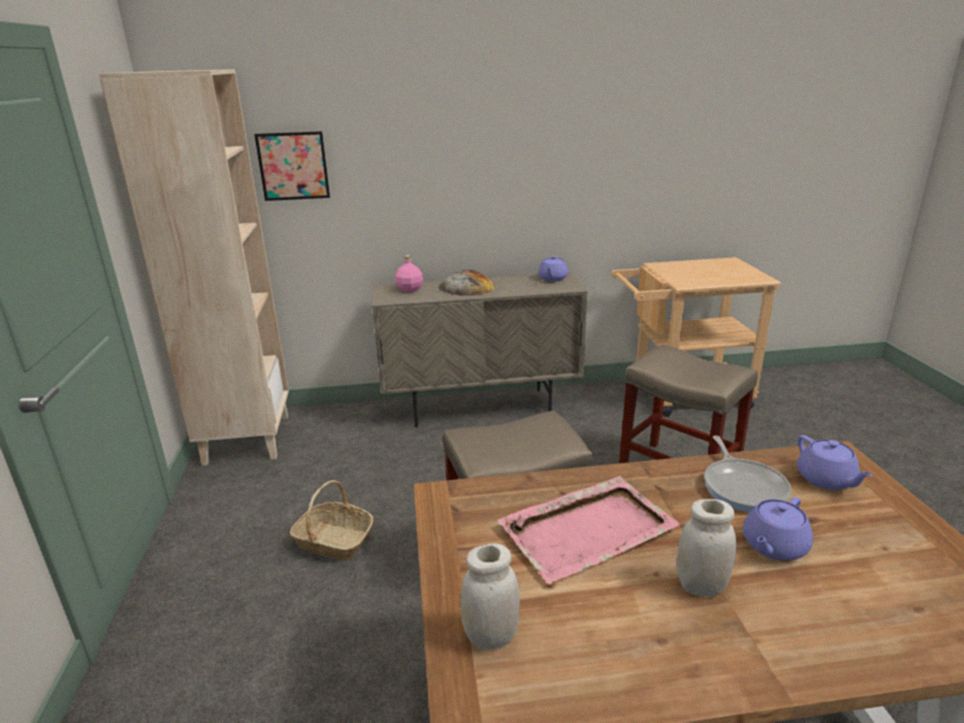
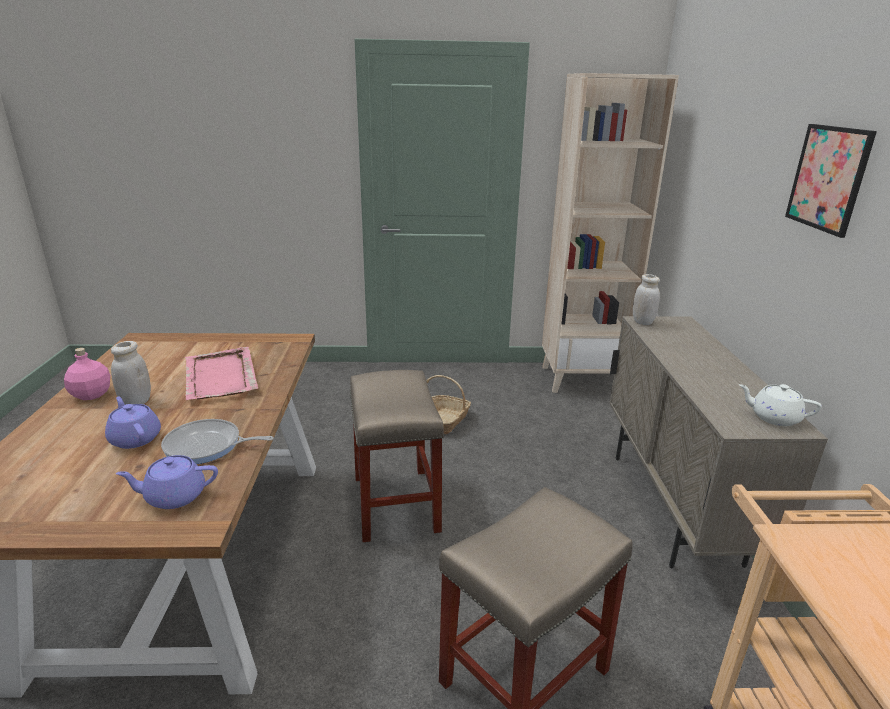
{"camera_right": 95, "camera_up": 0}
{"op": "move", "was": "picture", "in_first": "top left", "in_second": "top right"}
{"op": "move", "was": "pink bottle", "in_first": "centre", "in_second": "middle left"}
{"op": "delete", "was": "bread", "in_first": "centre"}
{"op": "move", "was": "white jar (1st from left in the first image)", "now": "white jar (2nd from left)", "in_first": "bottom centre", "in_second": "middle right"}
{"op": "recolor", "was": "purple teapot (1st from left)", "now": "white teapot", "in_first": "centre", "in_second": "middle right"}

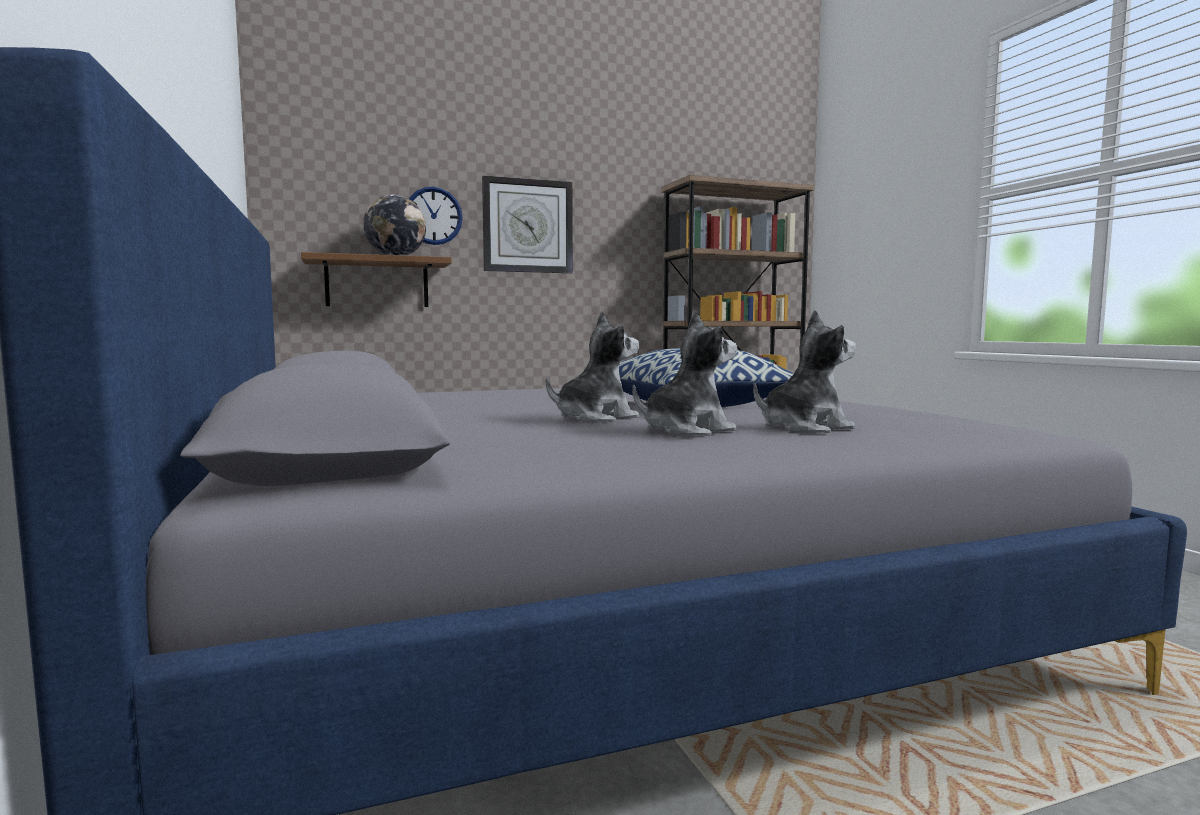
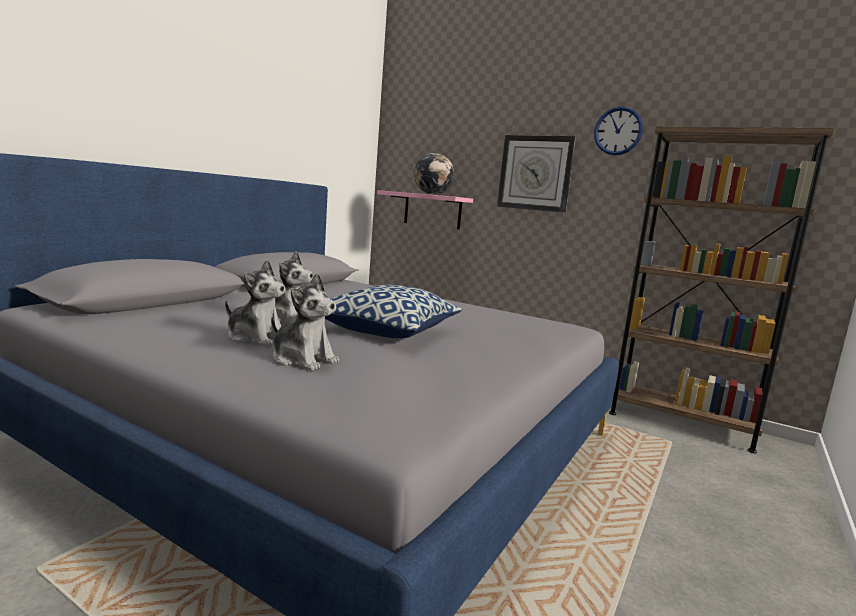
{"camera_right": 50, "camera_up": 5}
{"op": "recolor", "was": "brown shelf", "now": "pink shelf", "in_first": "middle left", "in_second": "centre"}
{"op": "move", "was": "wall clock (1st from left in the first image)", "now": "wall clock (2nd from left)", "in_first": "top centre", "in_second": "top right"}

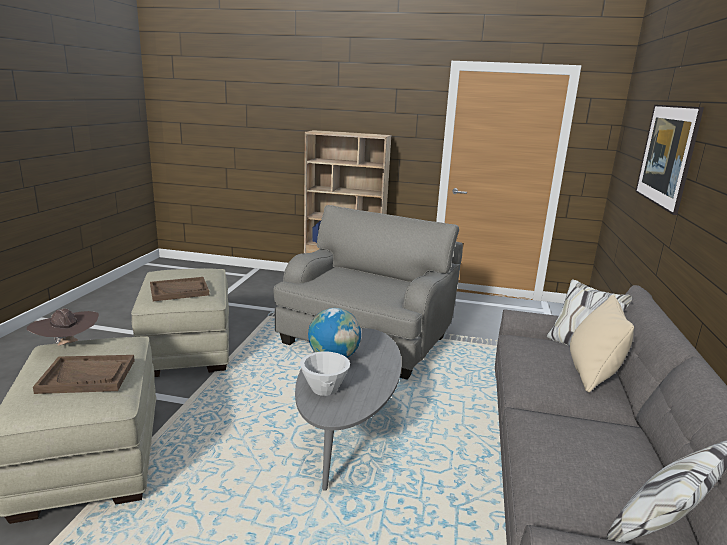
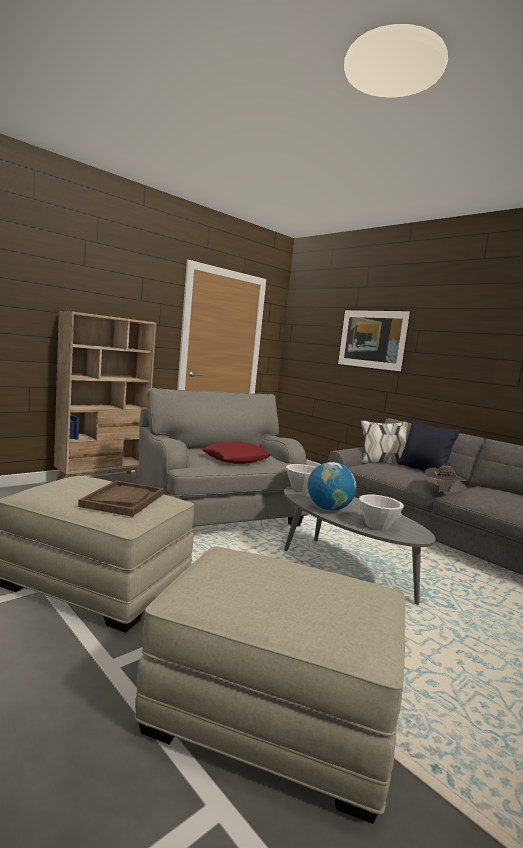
{"camera_right": -55, "camera_up": -10}
{"op": "move", "was": "brown hat", "in_first": "middle left", "in_second": "middle right"}
{"op": "delete", "was": "brown tray (1st from left)", "in_first": "bottom left"}
{"op": "recolor", "was": "beige pillow", "now": "black pillow", "in_first": "middle right", "in_second": "middle right"}
{"op": "insert", "now": "red pillow", "in_second": "centre"}
{"op": "insert", "now": "white bowl (1st from left)", "in_second": "centre"}

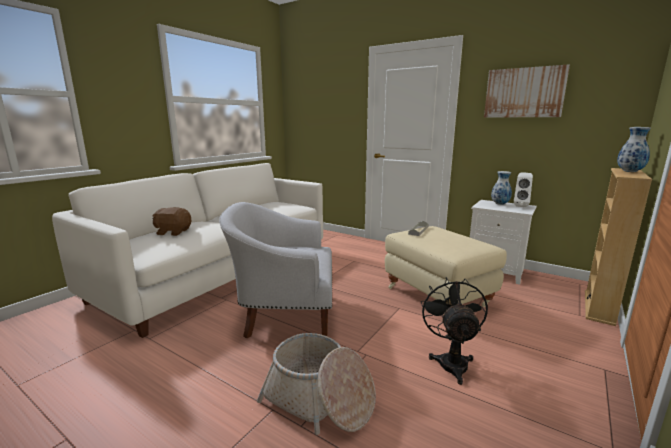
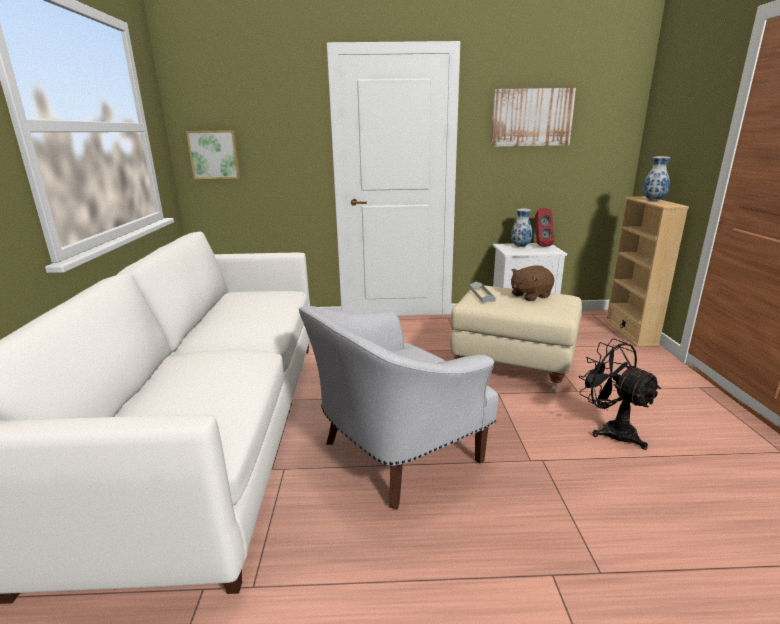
{"camera_right": -35, "camera_up": 5}
{"op": "move", "was": "brown plush toy", "in_first": "middle left", "in_second": "middle right"}
{"op": "delete", "was": "basket", "in_first": "bottom centre"}
{"op": "recolor", "was": "white speaker", "now": "red speaker", "in_first": "middle right", "in_second": "middle right"}
{"op": "insert", "now": "picture (1st from left)", "in_second": "top left"}

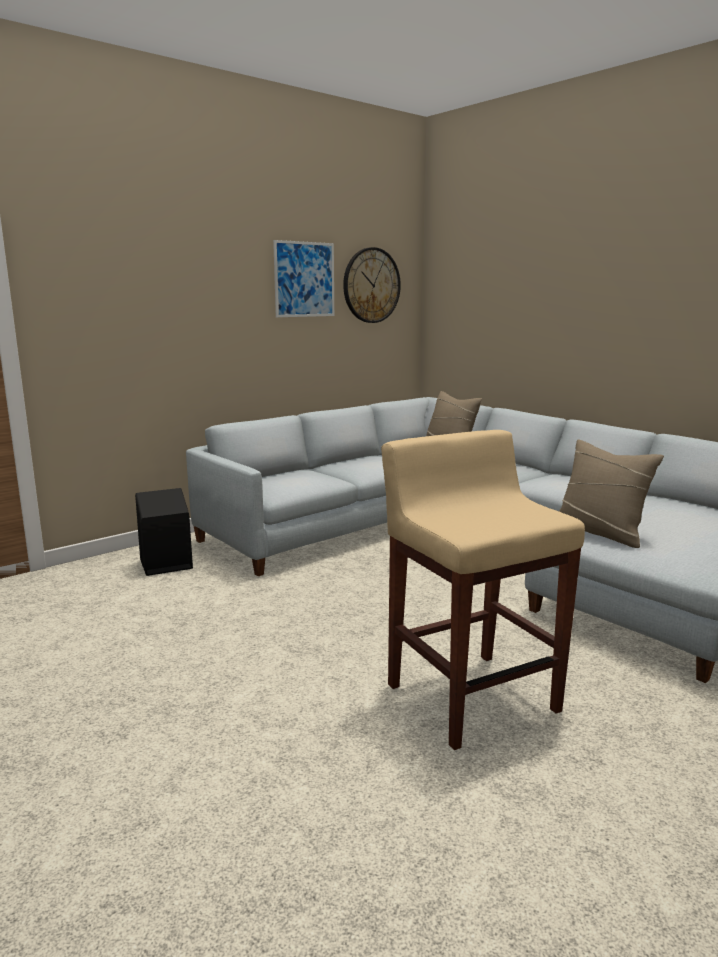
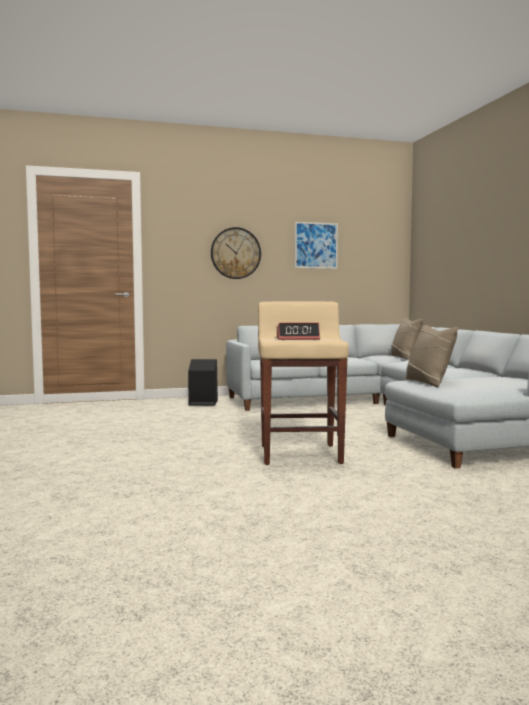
{"camera_right": 25, "camera_up": -10}
{"op": "move", "was": "wall clock", "in_first": "top centre", "in_second": "centre"}
{"op": "insert", "now": "alarm clock", "in_second": "centre"}

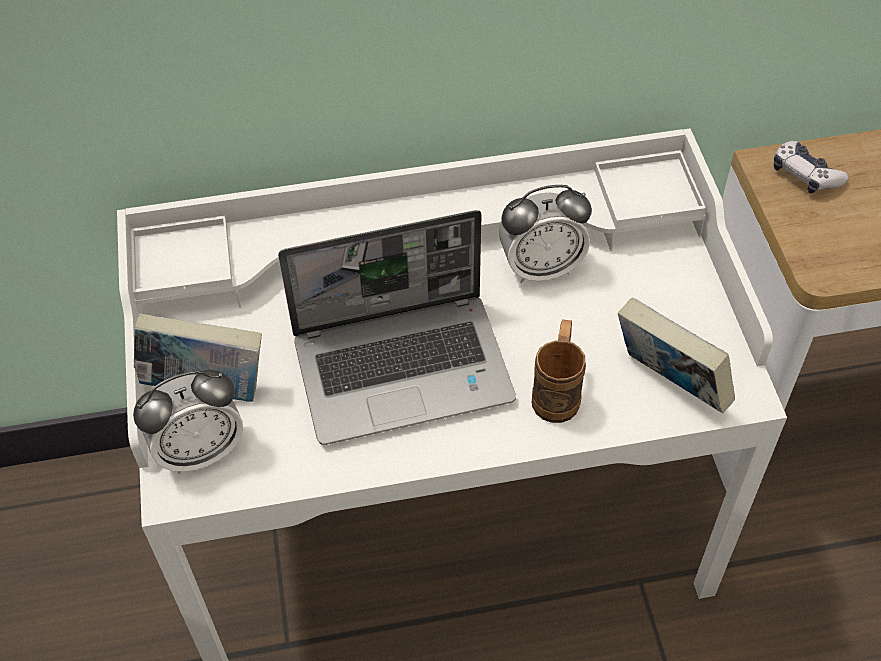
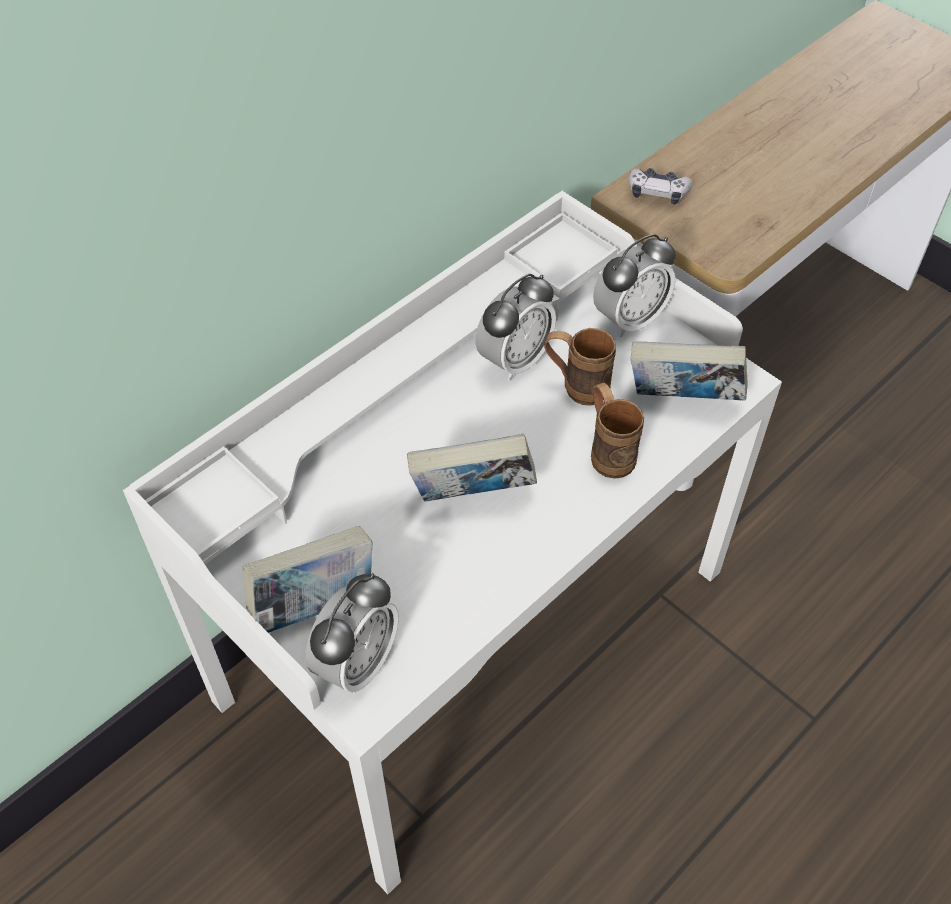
{"camera_right": -35, "camera_up": 0}
{"op": "replace", "was": "laptop", "now": "book (2nd from left)", "in_first": "centre", "in_second": "centre"}
{"op": "insert", "now": "brown mug (1st from left)", "in_second": "centre"}
{"op": "insert", "now": "alarm clock (3rd from left)", "in_second": "top right"}

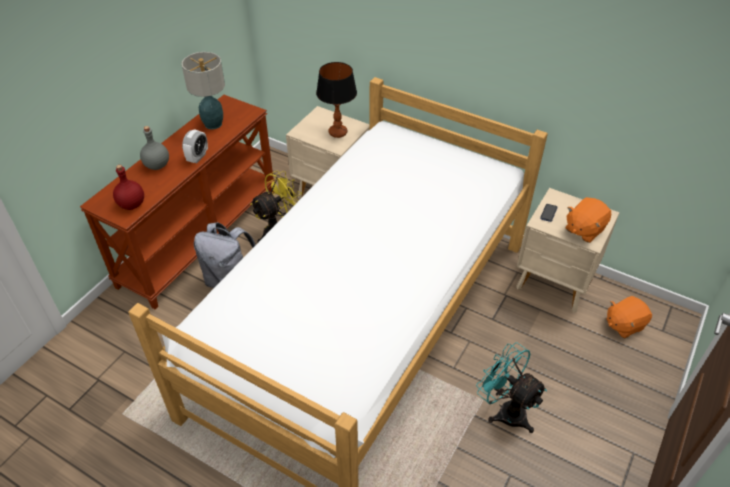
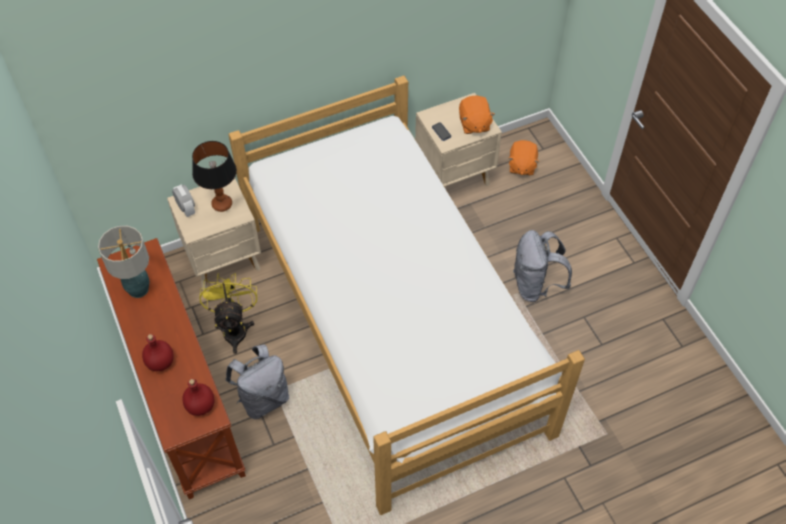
{"camera_right": -55, "camera_up": 10}
{"op": "recolor", "was": "grey bottle", "now": "red bottle (1st from left)", "in_first": "top left", "in_second": "bottom left"}
{"op": "move", "was": "alarm clock", "in_first": "top left", "in_second": "middle left"}
{"op": "replace", "was": "turquoise fan", "now": "grey backpack (2nd from left)", "in_first": "bottom right", "in_second": "middle right"}

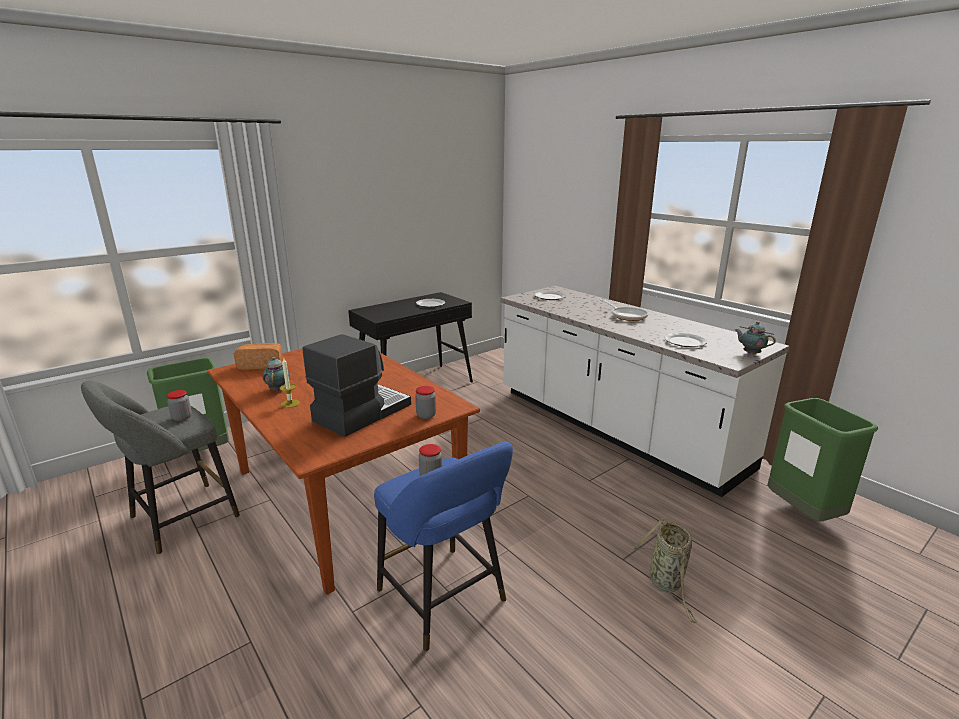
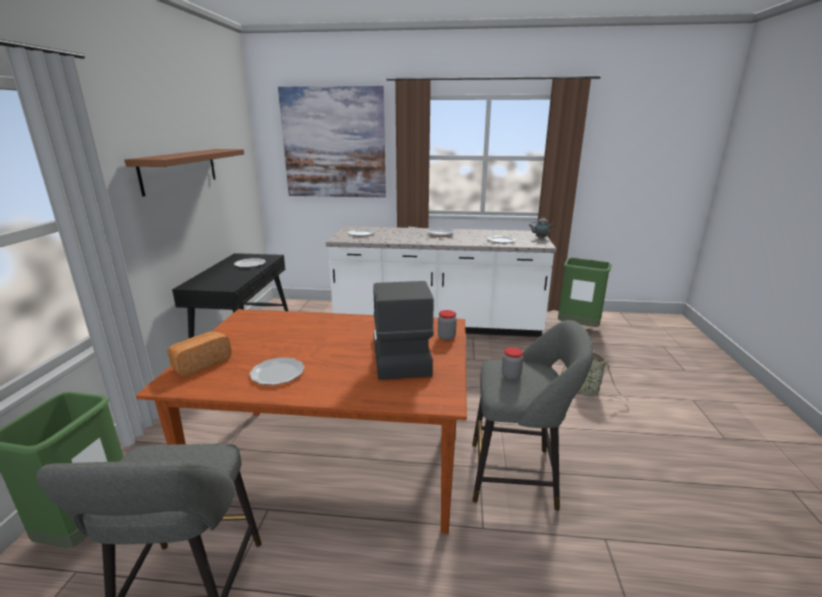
{"camera_right": -45, "camera_up": 0}
{"op": "delete", "was": "jar (1st from left)", "in_first": "middle left"}
{"op": "replace", "was": "teapot (1st from left)", "now": "plate (2nd from left)", "in_first": "middle left", "in_second": "centre"}
{"op": "delete", "was": "candle", "in_first": "middle left"}
{"op": "recolor", "was": "blue stool", "now": "grey stool (2nd from left)", "in_first": "bottom centre", "in_second": "bottom centre"}
{"op": "insert", "now": "brown shelf", "in_second": "top left"}
{"op": "insert", "now": "picture", "in_second": "top centre"}

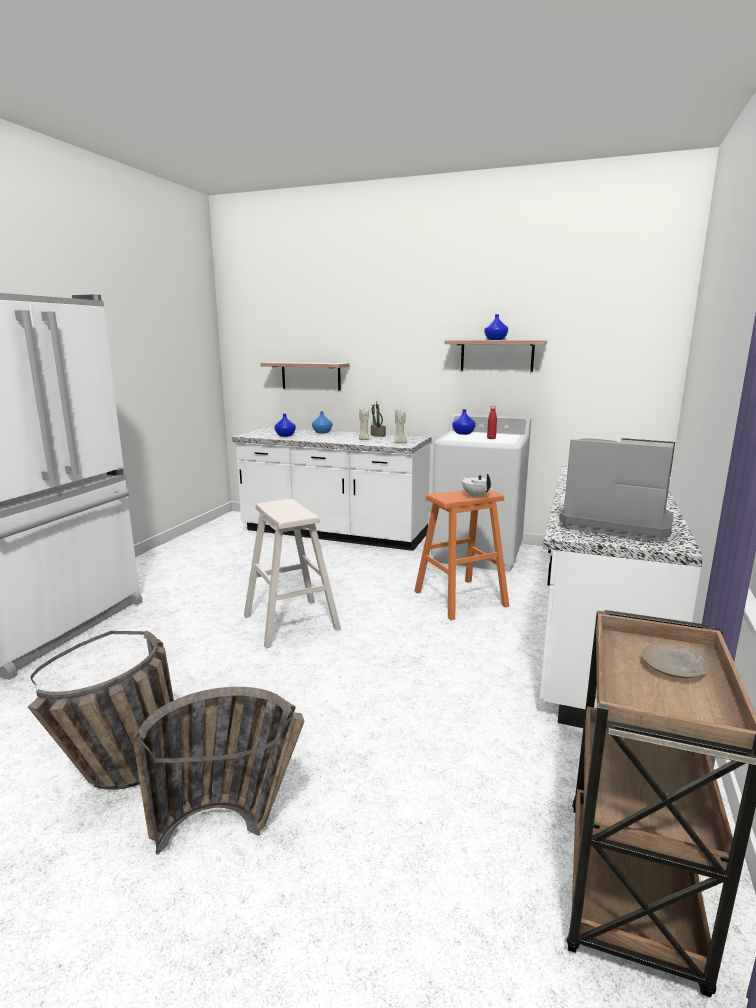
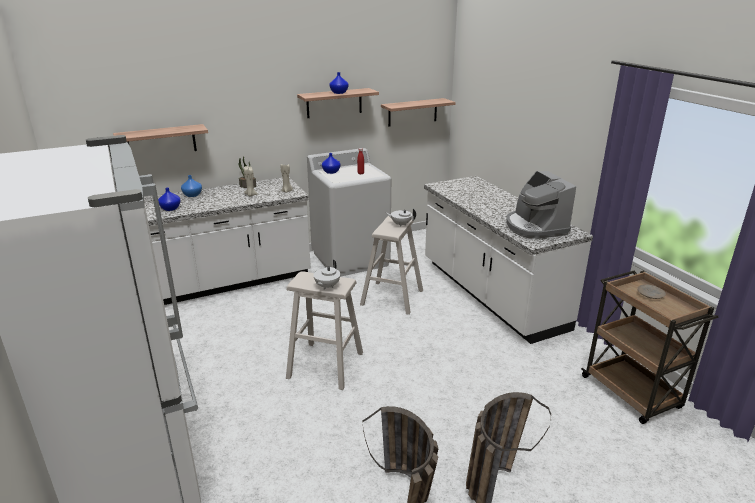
{"camera_right": -45, "camera_up": 10}
{"op": "recolor", "was": "orange stool", "now": "beige stool (2nd from left)", "in_first": "centre", "in_second": "centre"}
{"op": "rotate", "was": "coffee machine", "in_first": "middle right", "in_second": "middle right", "clockwise": -90}
{"op": "insert", "now": "white teapot (1st from left)", "in_second": "centre"}
{"op": "insert", "now": "shelf (3rd from left)", "in_second": "top centre"}

